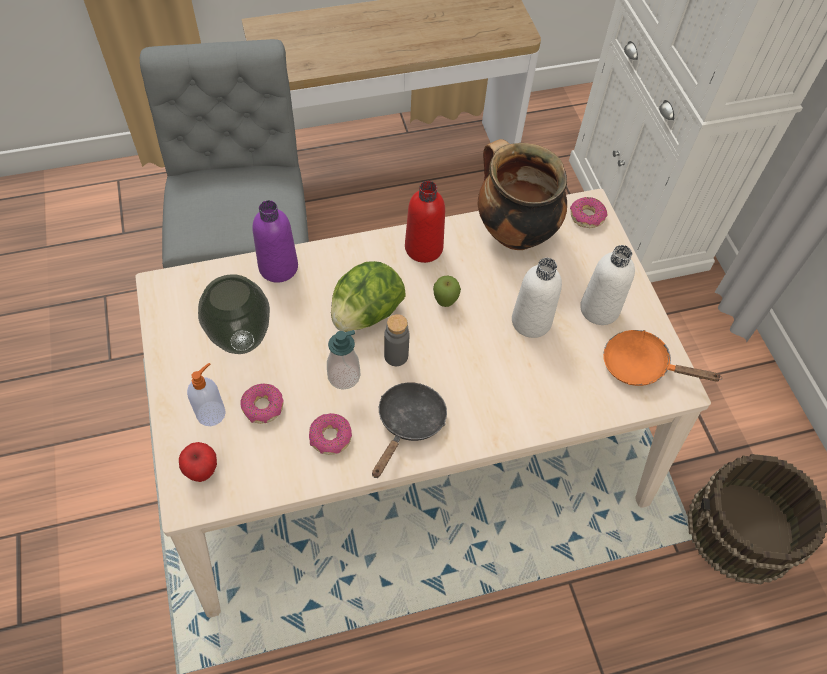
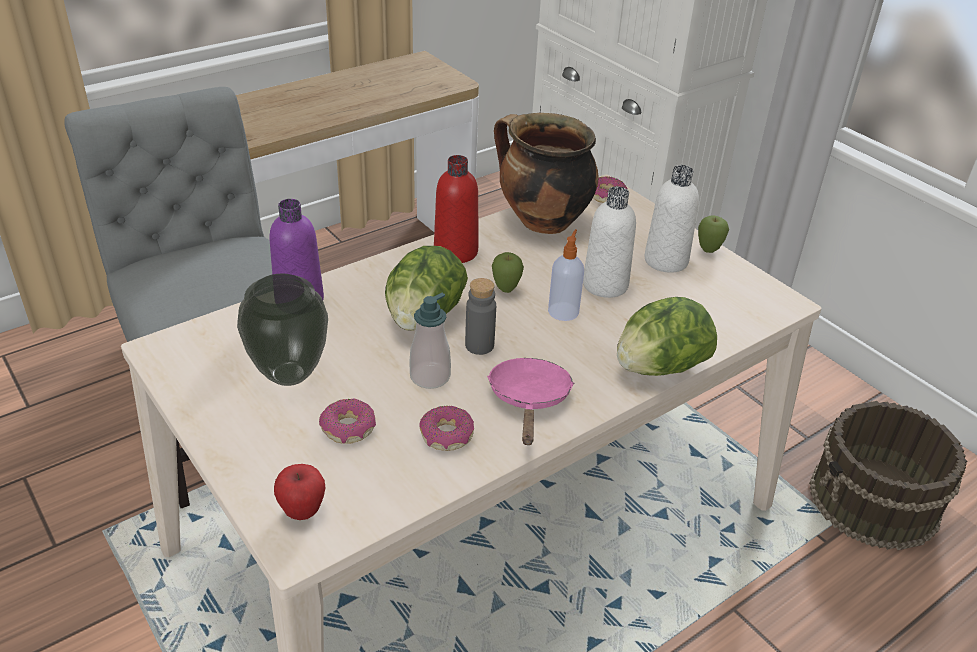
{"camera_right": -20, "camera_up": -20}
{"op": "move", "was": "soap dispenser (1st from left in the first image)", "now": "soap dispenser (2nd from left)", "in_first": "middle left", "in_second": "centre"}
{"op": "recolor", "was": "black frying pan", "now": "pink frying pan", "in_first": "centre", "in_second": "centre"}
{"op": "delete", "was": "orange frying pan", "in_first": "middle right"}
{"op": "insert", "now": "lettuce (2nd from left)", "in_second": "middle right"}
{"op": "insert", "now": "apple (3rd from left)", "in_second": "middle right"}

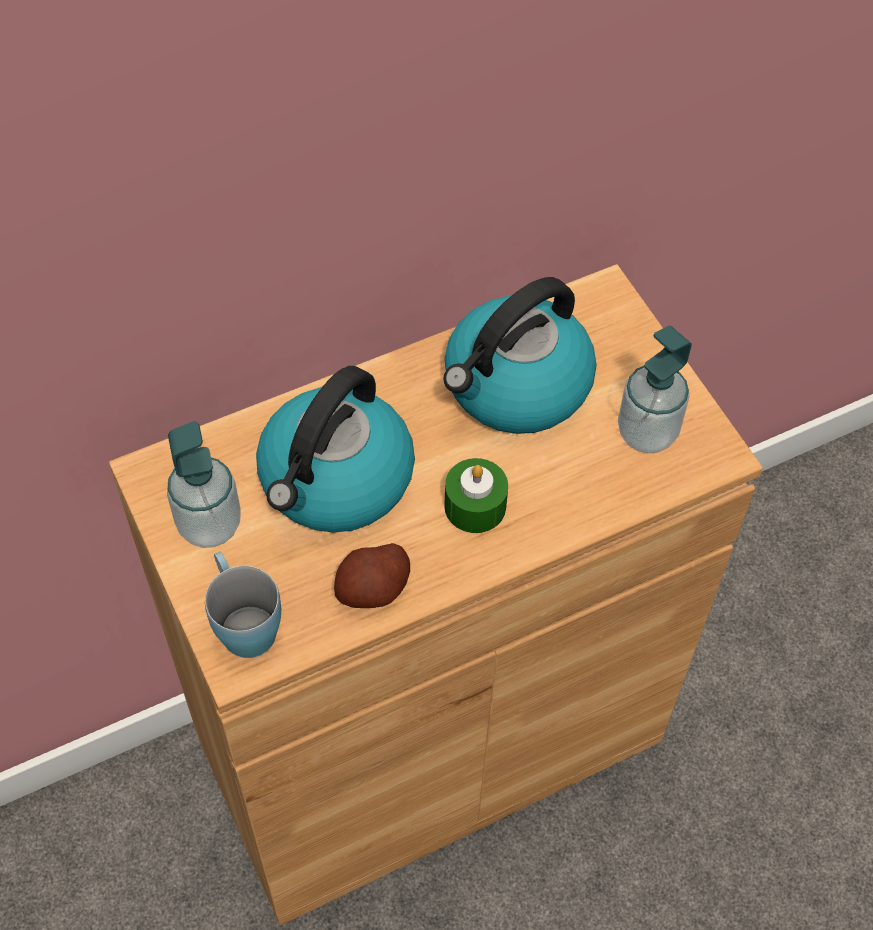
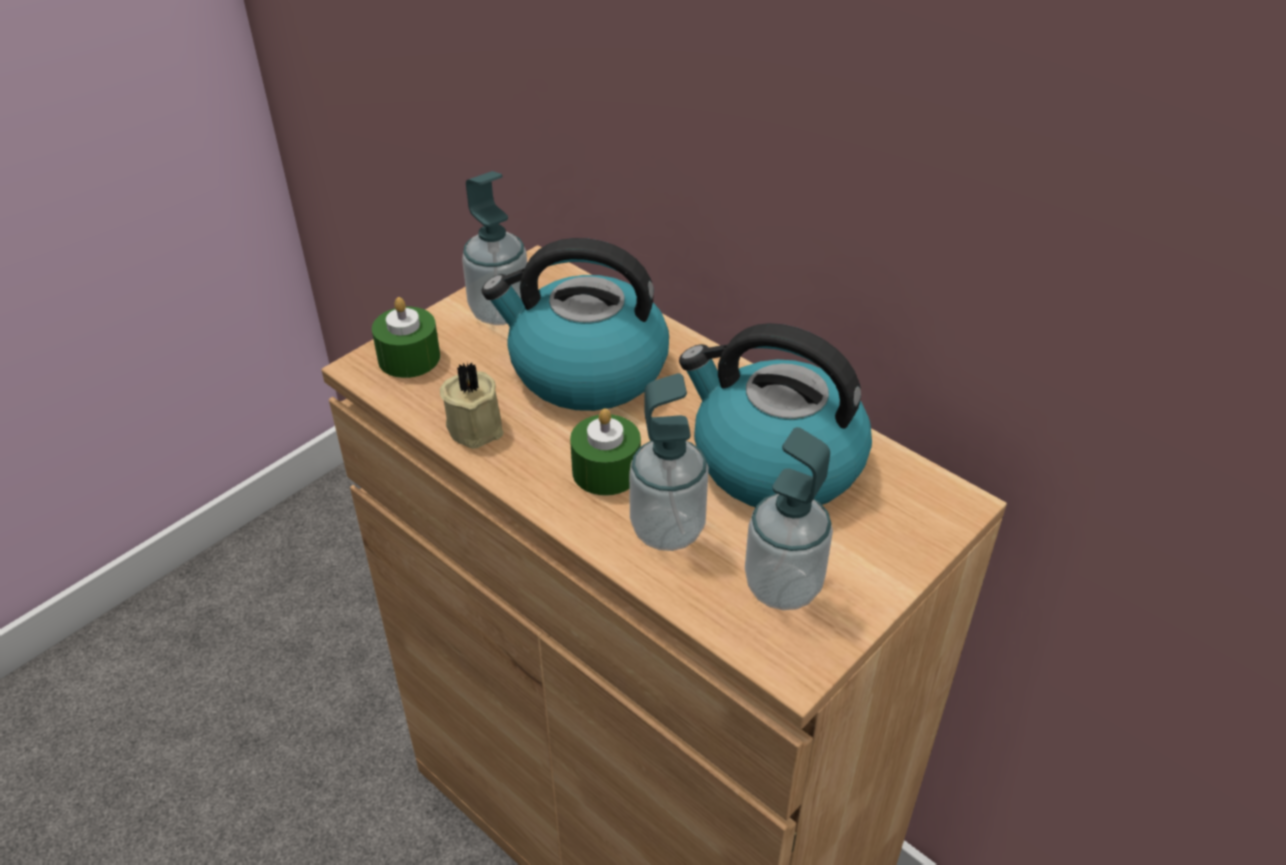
{"camera_right": 70, "camera_up": -15}
{"op": "replace", "was": "blue mug", "now": "green candle (1st from left)", "in_first": "middle left", "in_second": "middle left"}
{"op": "replace", "was": "potato", "now": "beige candle", "in_first": "centre", "in_second": "centre"}
{"op": "insert", "now": "soap dispenser (2nd from left)", "in_second": "centre"}

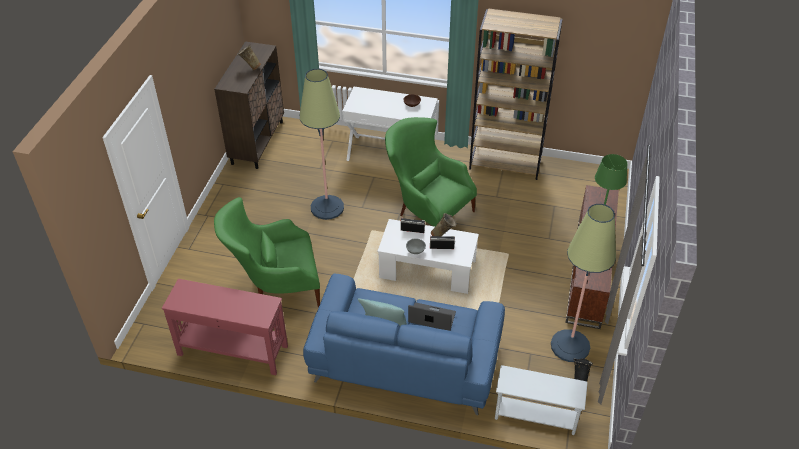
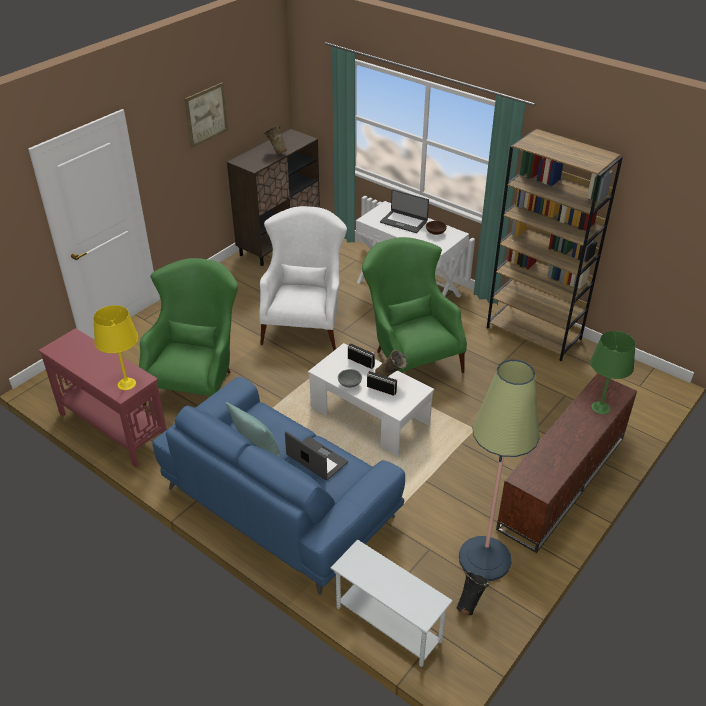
{"camera_right": 25, "camera_up": -5}
{"op": "rotate", "was": "green armchair (1st from left)", "in_first": "centre", "in_second": "middle left", "clockwise": 90}
{"op": "replace", "was": "floor lamp (1st from left)", "now": "white armchair", "in_first": "top centre", "in_second": "centre"}
{"op": "insert", "now": "yellow table lamp", "in_second": "middle left"}
{"op": "insert", "now": "picture", "in_second": "top left"}
{"op": "insert", "now": "laptop (2nd from left)", "in_second": "top centre"}

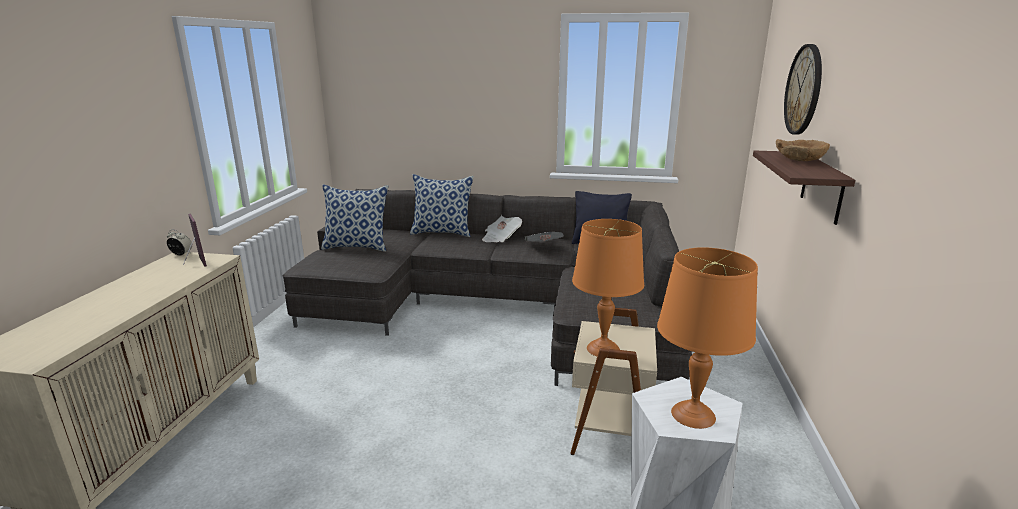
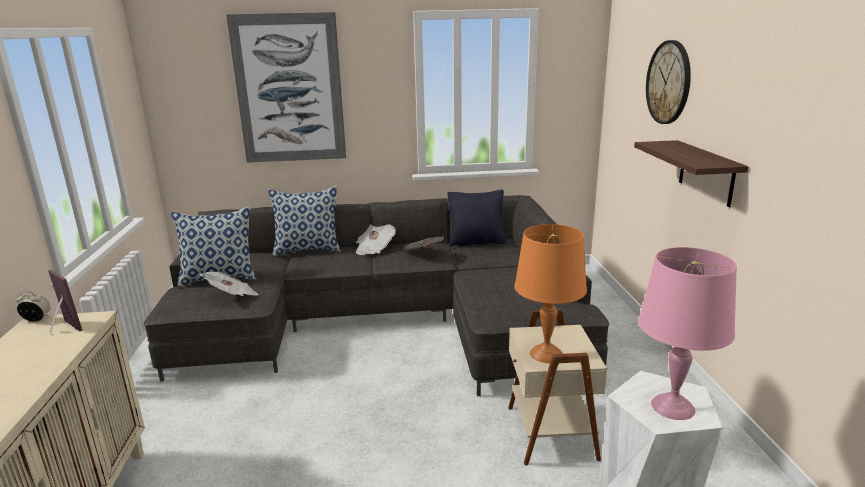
{"camera_right": -15, "camera_up": 0}
{"op": "recolor", "was": "orange table lamp (2nd from left)", "now": "pink table lamp", "in_first": "middle right", "in_second": "bottom right"}
{"op": "delete", "was": "brown bowl", "in_first": "top right"}
{"op": "insert", "now": "newspaper (1st from left)", "in_second": "middle left"}
{"op": "insert", "now": "picture", "in_second": "top left"}

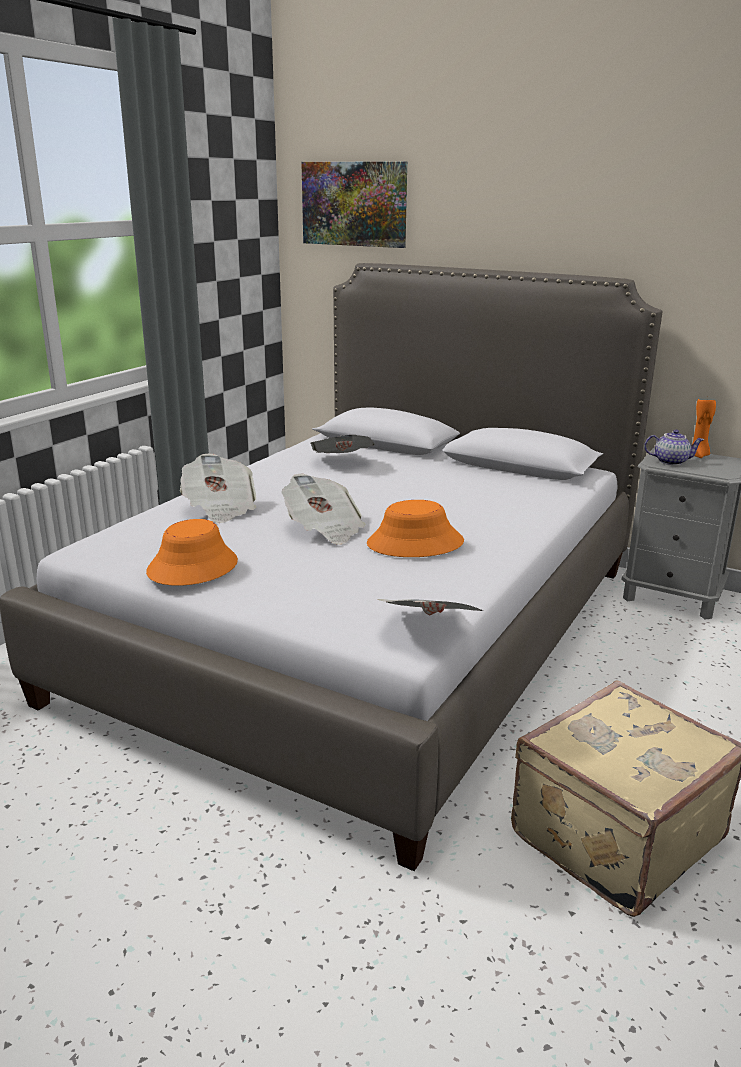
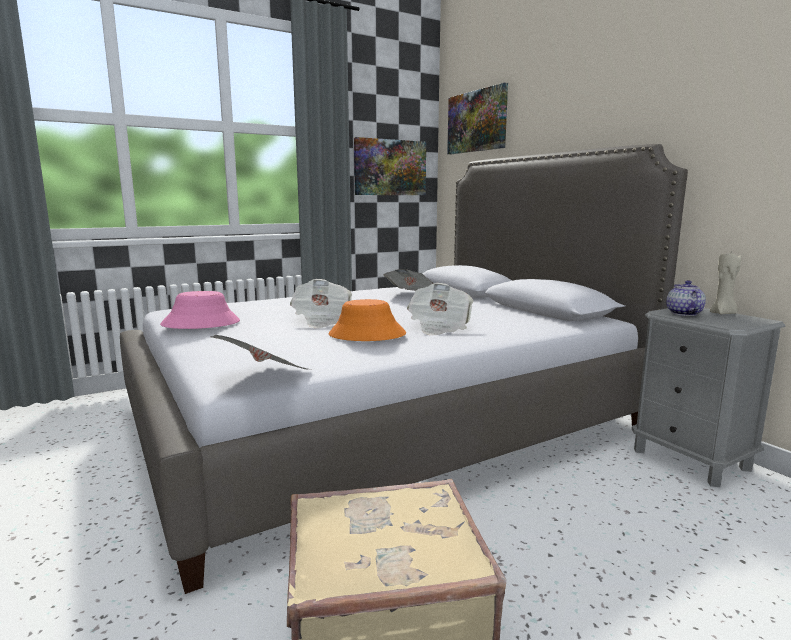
{"camera_right": 30, "camera_up": -10}
{"op": "recolor", "was": "orange hat (1st from left)", "now": "pink hat", "in_first": "middle left", "in_second": "middle left"}
{"op": "move", "was": "newspaper (1st from left in the first image)", "now": "newspaper (4th from left)", "in_first": "middle left", "in_second": "centre"}
{"op": "rotate", "was": "teapot", "in_first": "middle right", "in_second": "middle right", "clockwise": -120}
{"op": "recolor", "was": "orange candle", "now": "beige candle", "in_first": "middle right", "in_second": "middle right"}
{"op": "insert", "now": "picture (1st from left)", "in_second": "top centre"}

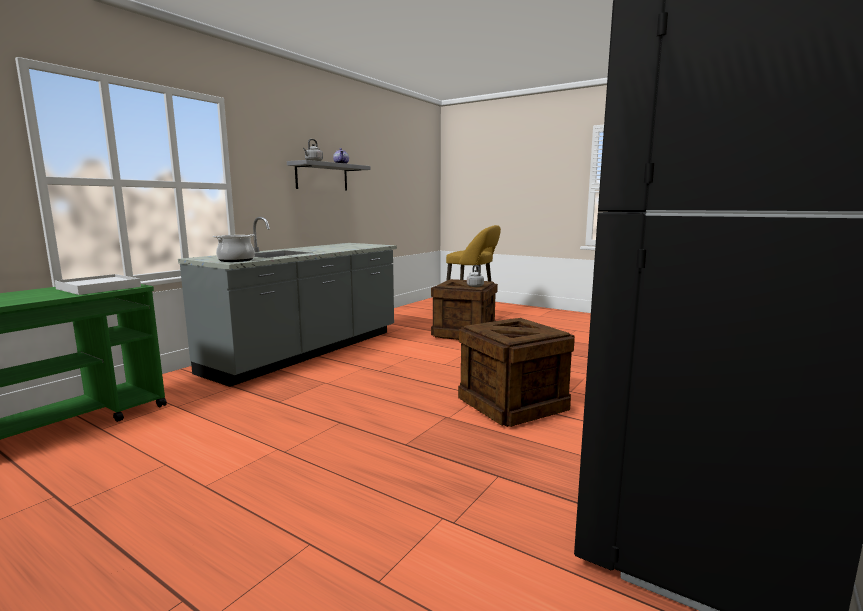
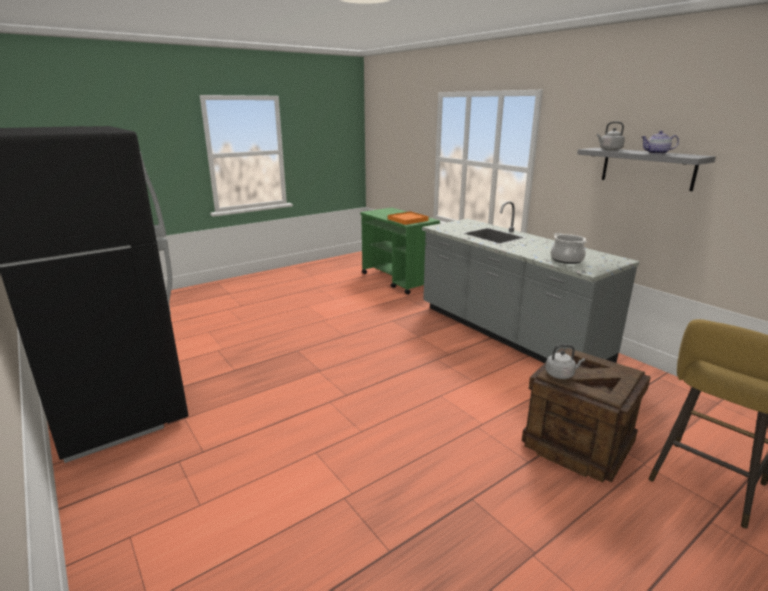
{"camera_right": 110, "camera_up": 10}
{"op": "recolor", "was": "white tray", "now": "orange tray", "in_first": "middle left", "in_second": "centre"}
{"op": "move", "was": "cooking pot", "in_first": "middle left", "in_second": "middle right"}
{"op": "delete", "was": "crate (2nd from left)", "in_first": "centre"}

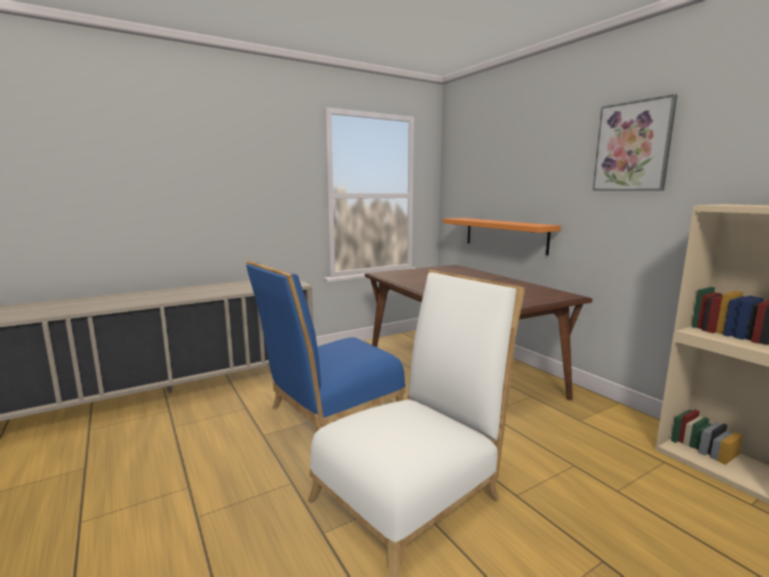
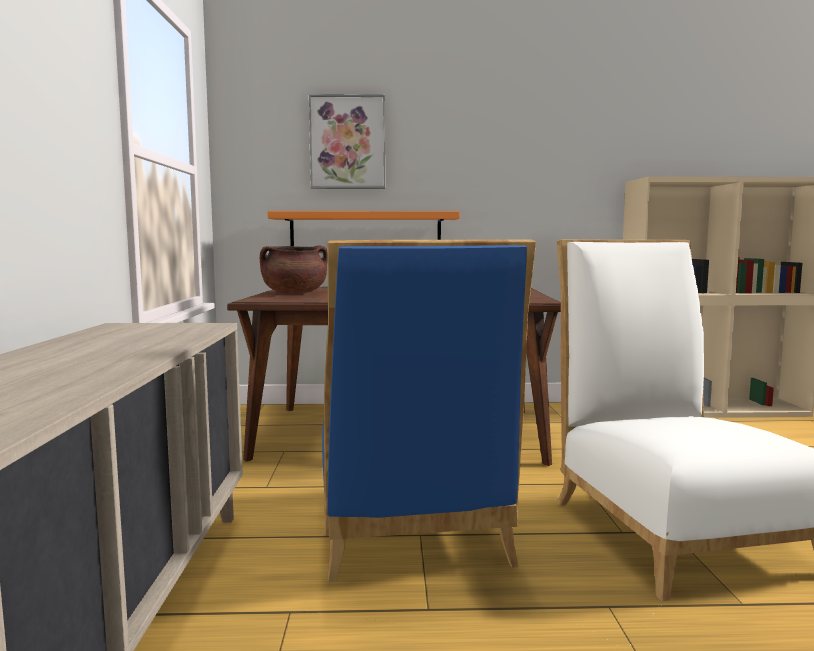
{"camera_right": -60, "camera_up": -5}
{"op": "move", "was": "picture", "in_first": "top right", "in_second": "top centre"}
{"op": "insert", "now": "brown cooking pot", "in_second": "centre"}

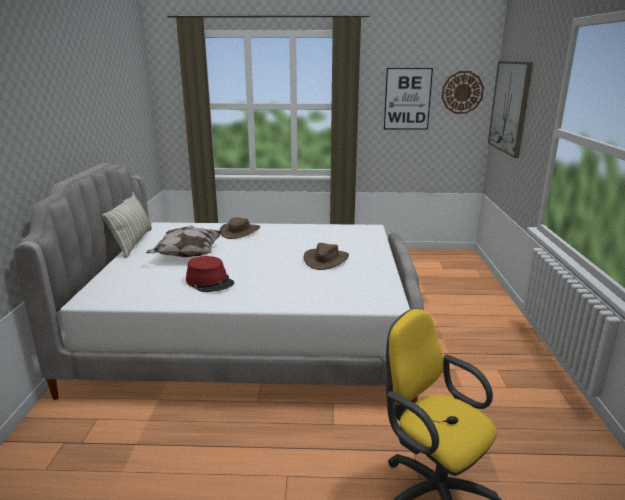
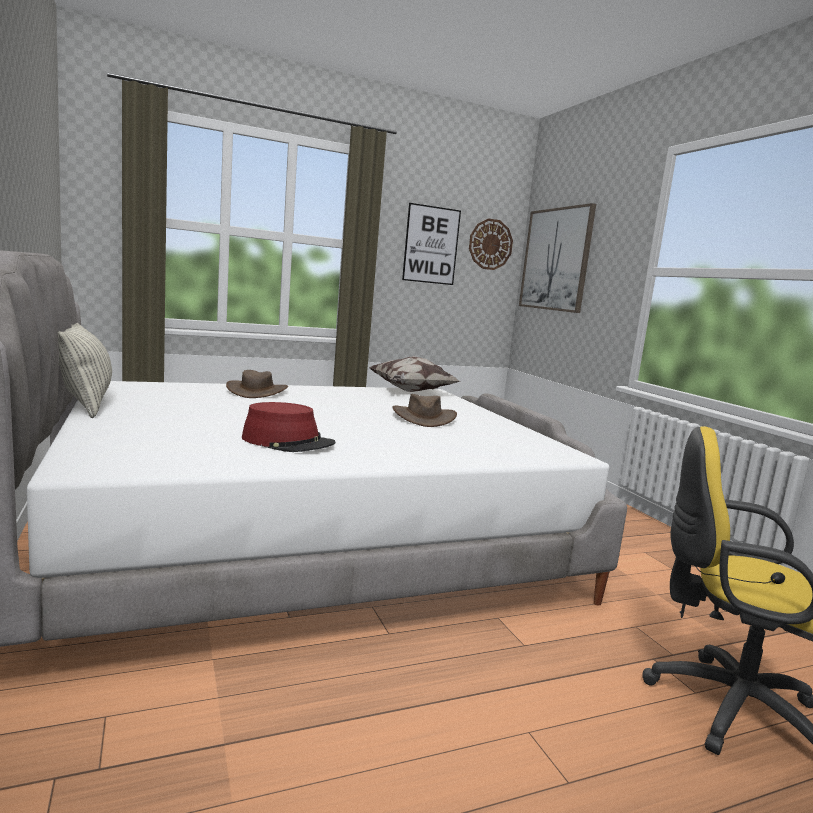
{"camera_right": -25, "camera_up": -10}
{"op": "move", "was": "pillow (2nd from left)", "in_first": "middle left", "in_second": "centre"}

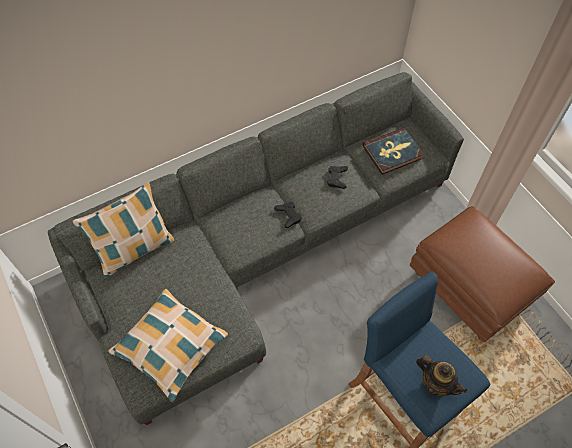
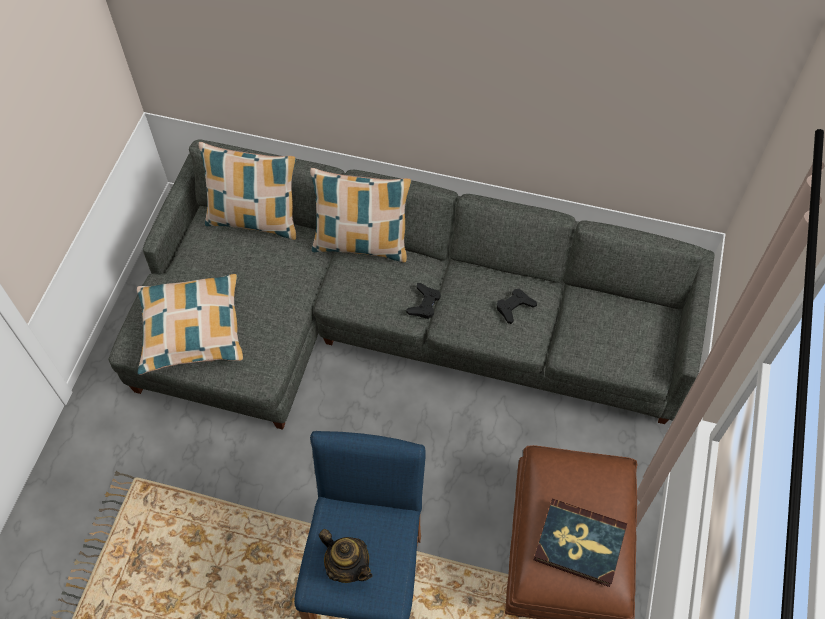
{"camera_right": 45, "camera_up": 0}
{"op": "move", "was": "book", "in_first": "middle right", "in_second": "bottom right"}
{"op": "rotate", "was": "teapot", "in_first": "bottom right", "in_second": "bottom centre", "clockwise": -45}
{"op": "insert", "now": "pillow (3rd from left)", "in_second": "centre"}

